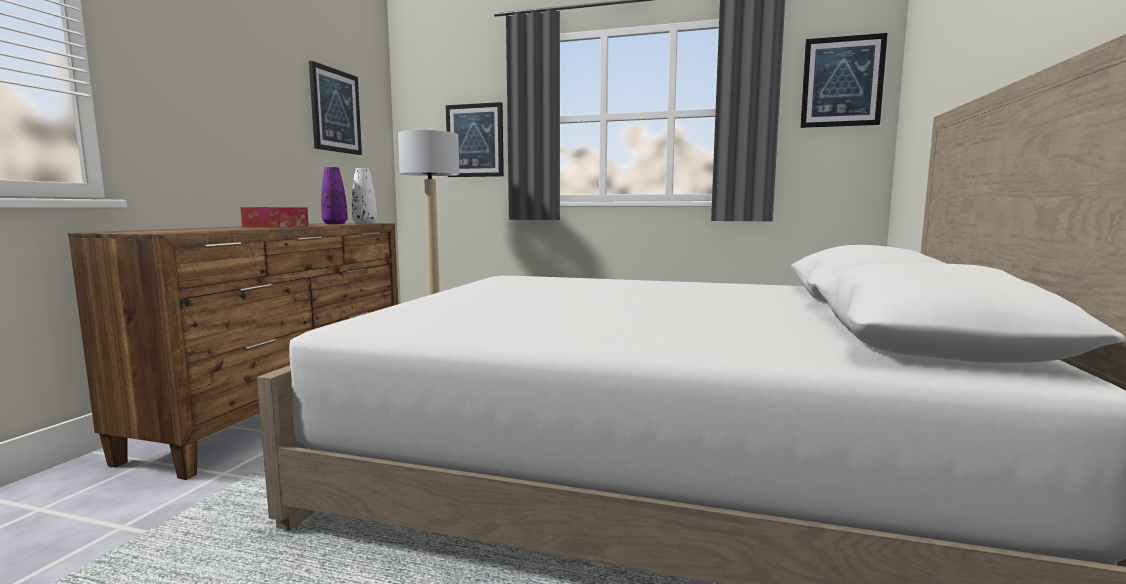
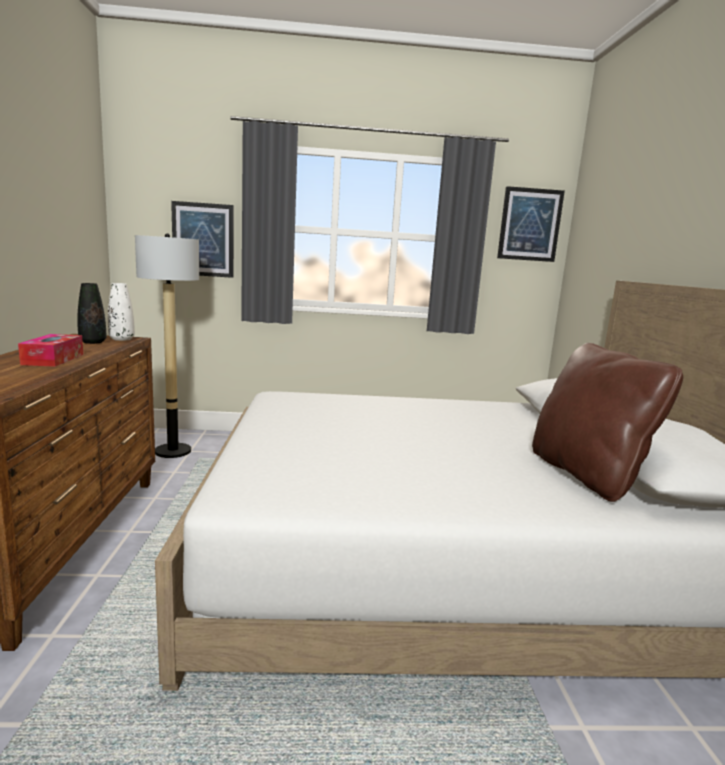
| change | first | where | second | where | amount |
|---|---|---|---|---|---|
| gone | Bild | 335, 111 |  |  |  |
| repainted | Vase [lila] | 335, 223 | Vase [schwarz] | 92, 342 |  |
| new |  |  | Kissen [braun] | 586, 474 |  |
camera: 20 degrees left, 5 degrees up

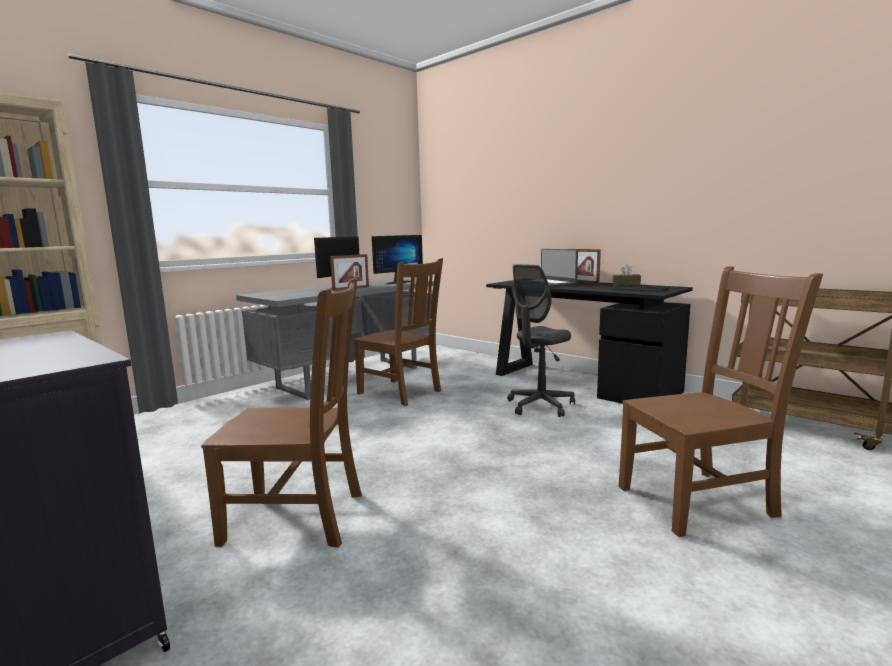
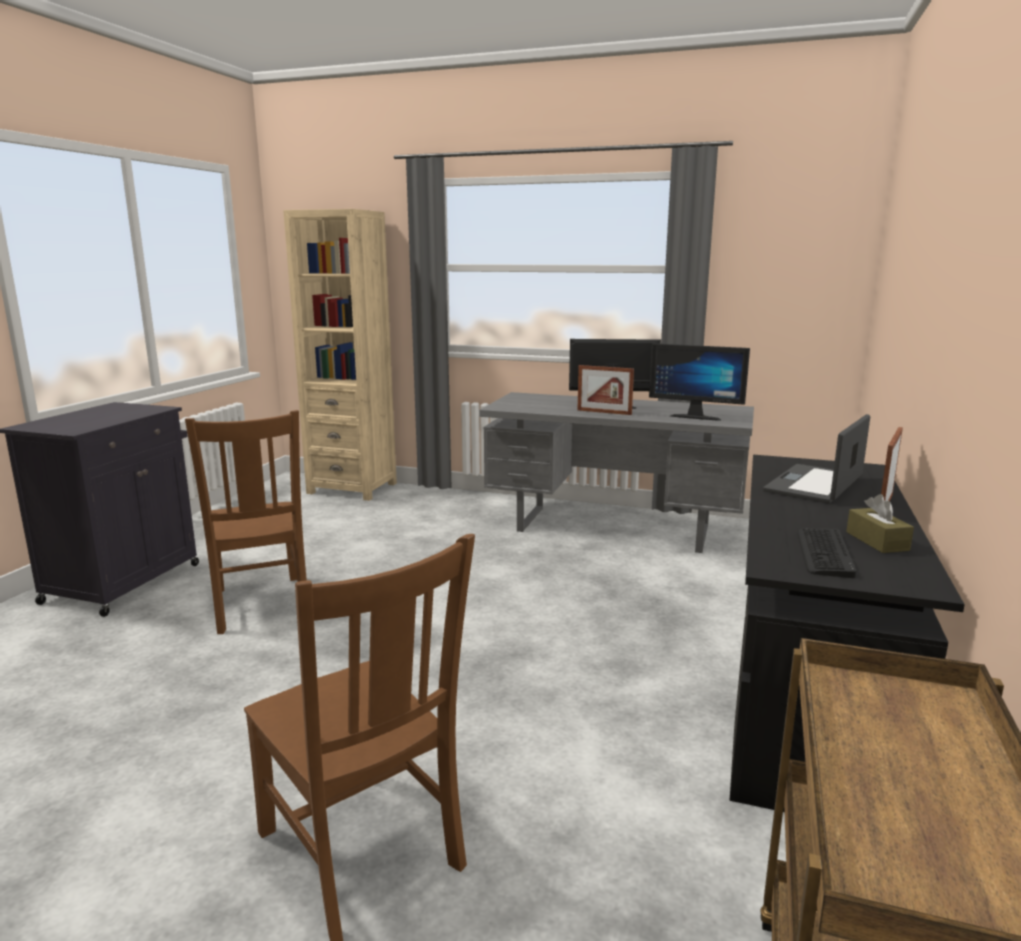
| change | first | where | second | where | amount |
|---|---|---|---|---|---|
| gone | Stuhl [braun] | 401, 393 |  |  |  |
| gone | Bürostuhl [grau] | 540, 406 |  |  |  |
camera: 65 degrees right, 5 degrees up

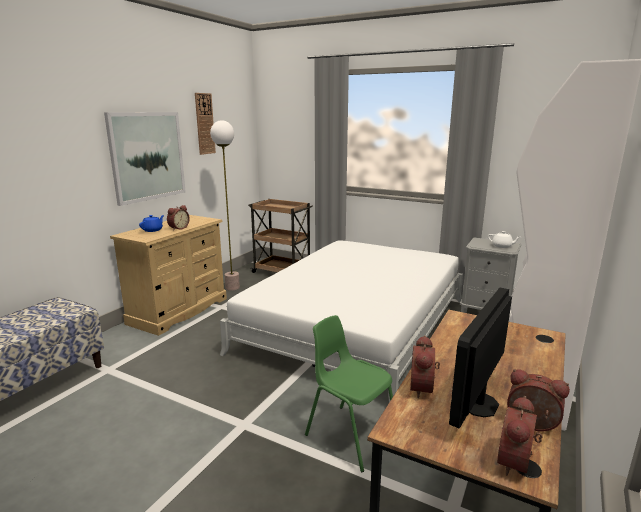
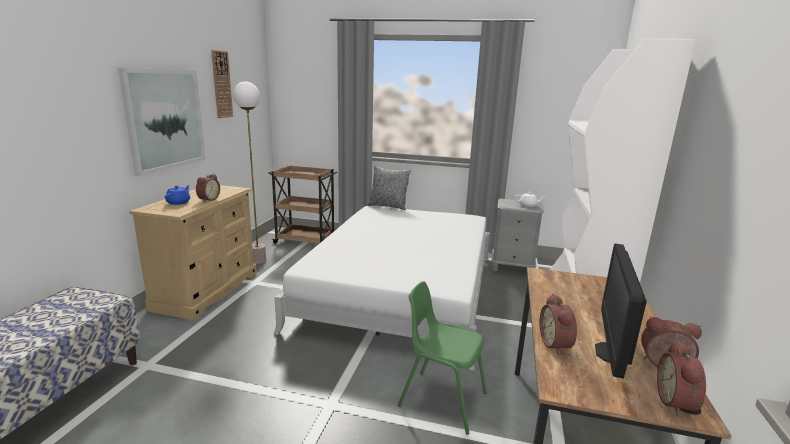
| change | first | where | second | where | amount |
|---|---|---|---|---|---|
| new |  |  | Kissen [grau] | 388, 206 |  |
camera: 15 degrees left, 0 degrees up

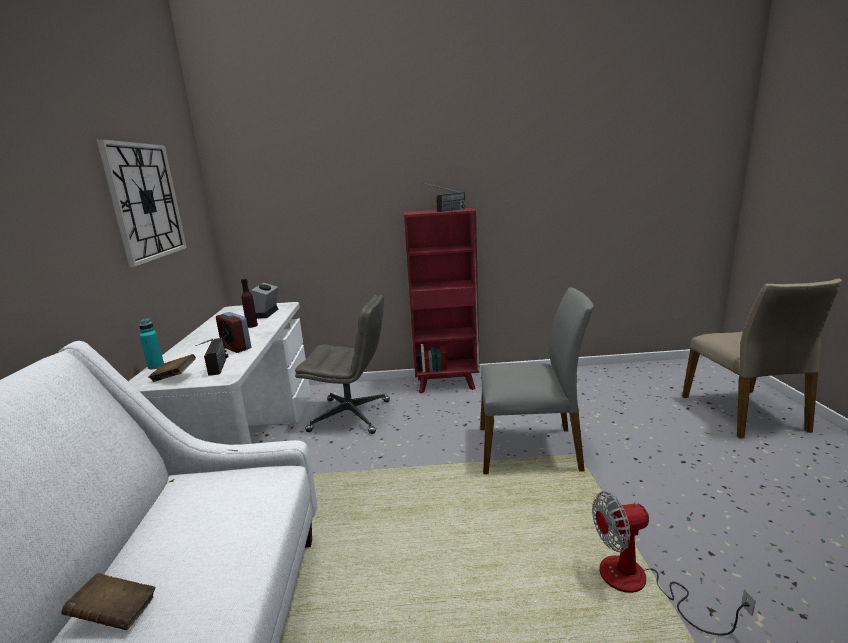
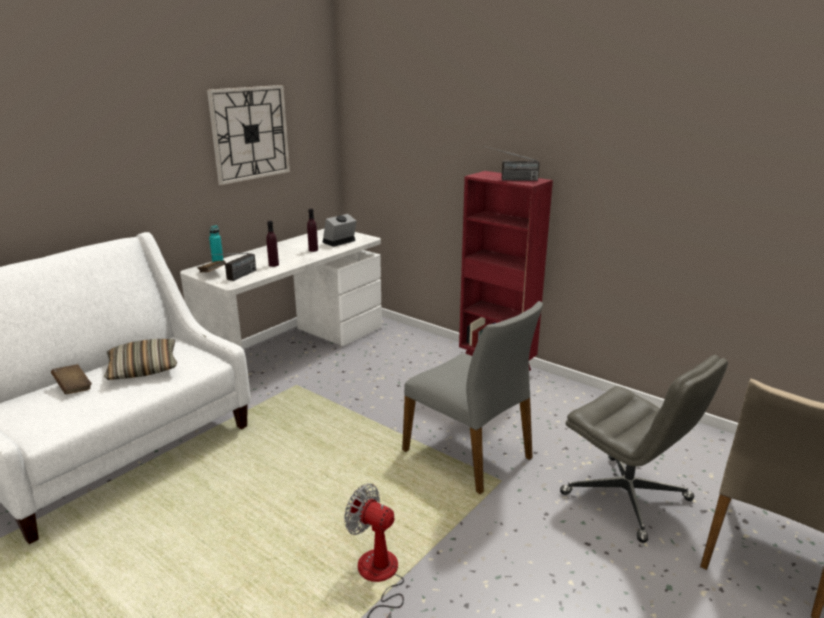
| change | first | where | second | where | amount |
|---|---|---|---|---|---|
| swapped | Wecker | 236, 347 | Flasche [lila] | 273, 265 |  |
| shifted | Bürostuhl [grau] | 351, 416 |  | 627, 497 |  |
| new |  |  | Kissen | 143, 368 |  |
camera: 40 degrees right, 5 degrees up

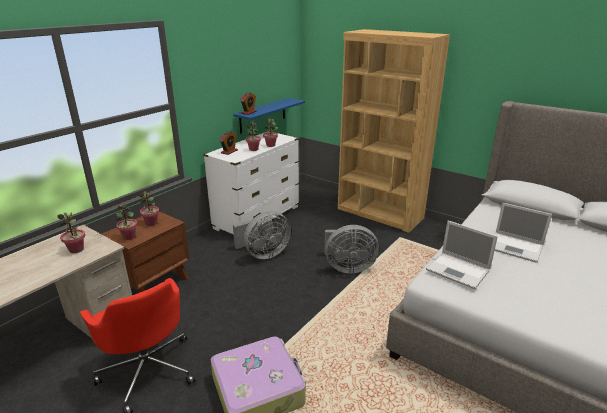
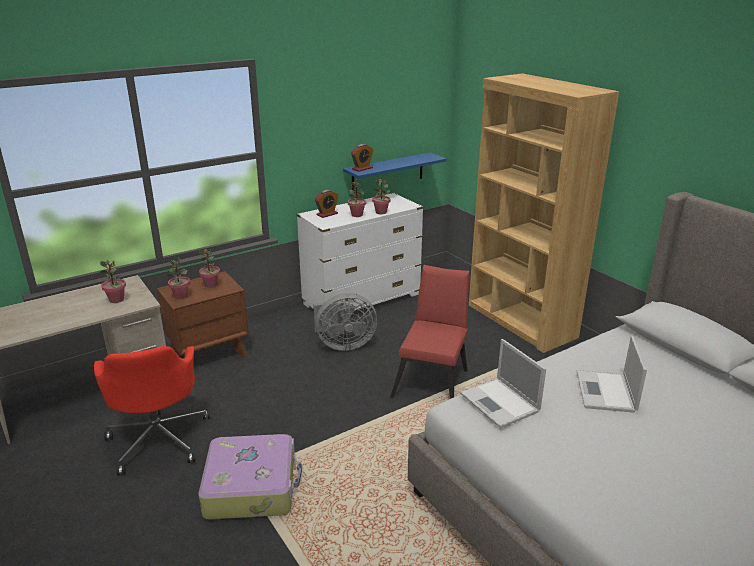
| change | first | where | second | where | amount |
|---|---|---|---|---|---|
| swapped | Ventilator [grau] | 347, 267 | Stuhl [rot] | 433, 380 |  |
| rotated | Laptop | 516, 247 |  | 606, 392 | 45 degrees clockwise |
camera: 20 degrees right, 0 degrees up

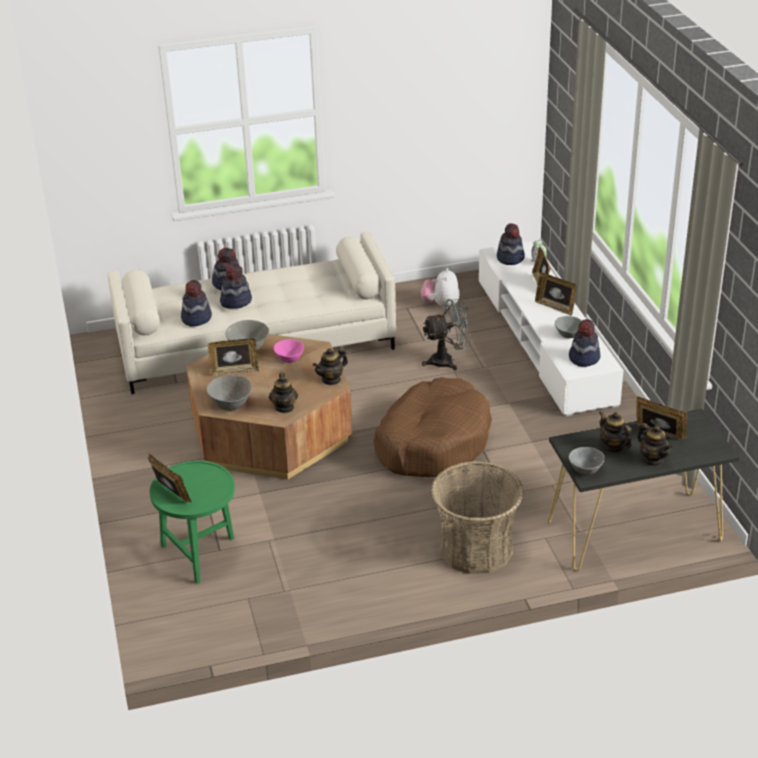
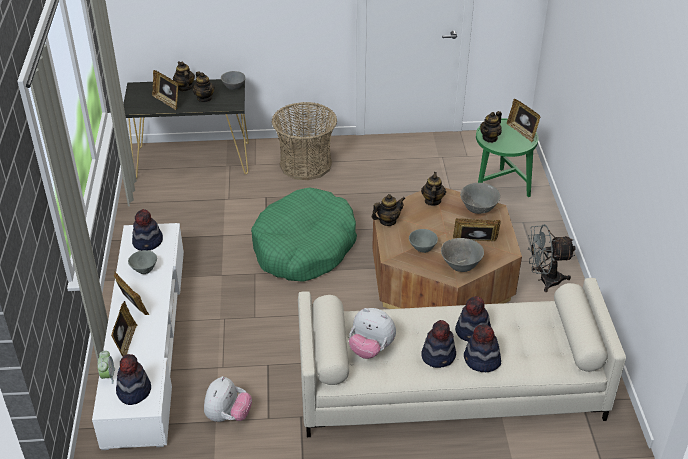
| change | first | where | second | where | amount |
|---|---|---|---|---|---|
| shifted | Hut | 196, 318 |  | 439, 356 |  |
| repainted | Schüssel [rosa] | 289, 360 | Schüssel [grau] | 422, 247 |  |
| repainted | Hundebett [braun] | 432, 442 | Hundebett [grün] | 304, 247 |  |
| shifted | Ventilator [grau] | 447, 361 |  | 544, 280 |  |
| new |  |  | Plüschtier | 371, 349 |  |
| new |  |  | Teekanne | 490, 138 |  |
camera: 170 degrees left, 5 degrees up

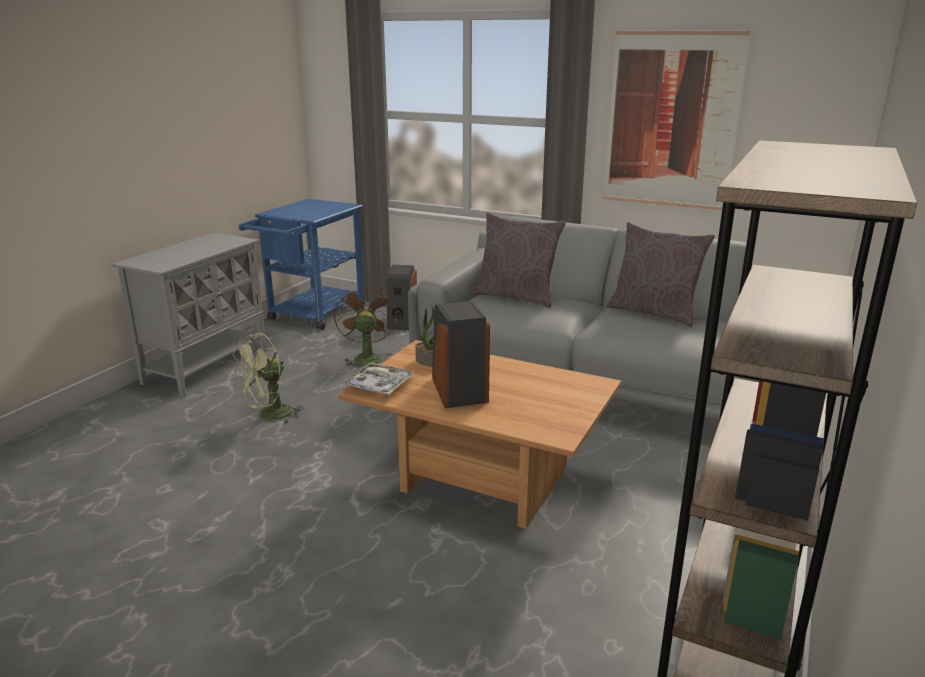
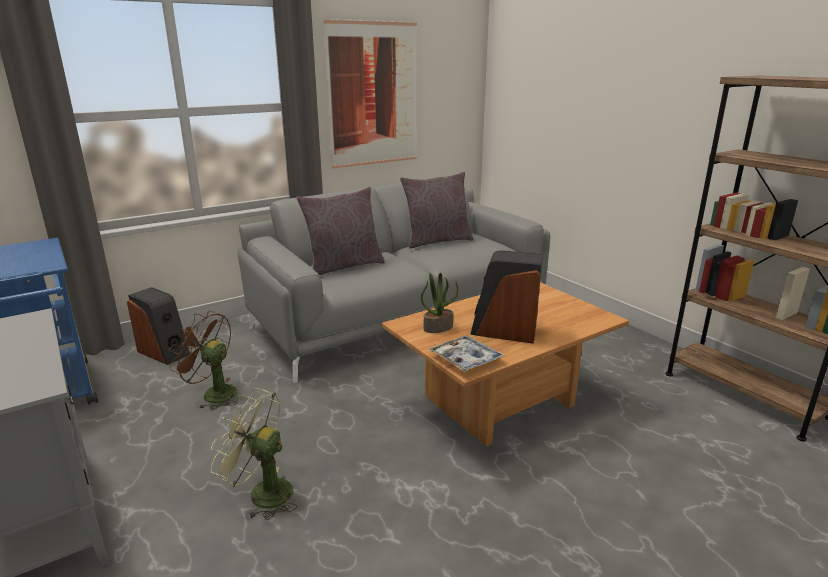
| change | first | where | second | where | amount |
|---|---|---|---|---|---|
| rotated | Ventilator [grün] | 269, 416 |  | 261, 493 | 120 degrees clockwise |
camera: 60 degrees left, 0 degrees up

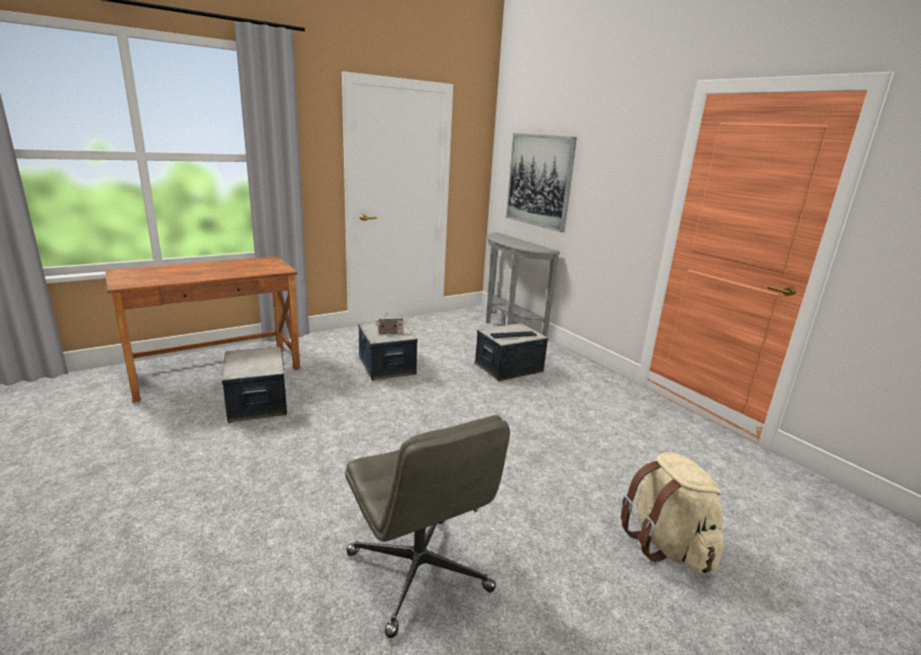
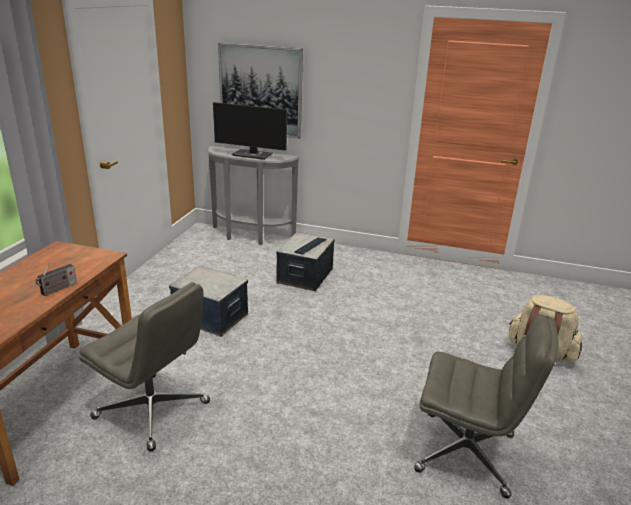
| change | first | where | second | where | amount |
|---|---|---|---|---|---|
| swapped | Aufbewahrungsbox | 257, 403 | Bürostuhl [grau] | 153, 410 |  |
| shifted | Radio | 389, 333 |  | 58, 289 |  |
| new |  |  | Monitor | 253, 155 |  |
camera: 40 degrees left, 5 degrees up

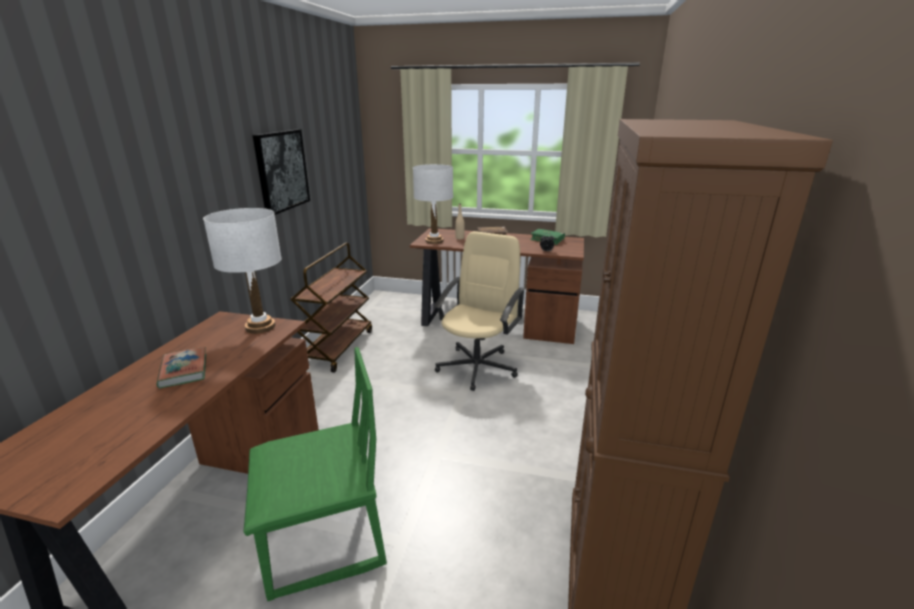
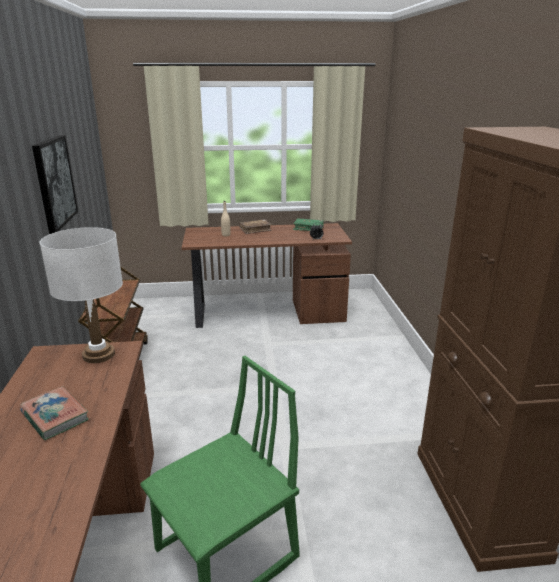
| change | first | where | second | where | amount |
|---|---|---|---|---|---|
| gone | Tischlampe [weiß] | 434, 241 |  |  |  |
| gone | Bürostuhl [beige] | 478, 367 |  |  |  |
camera: 20 degrees left, 0 degrees up

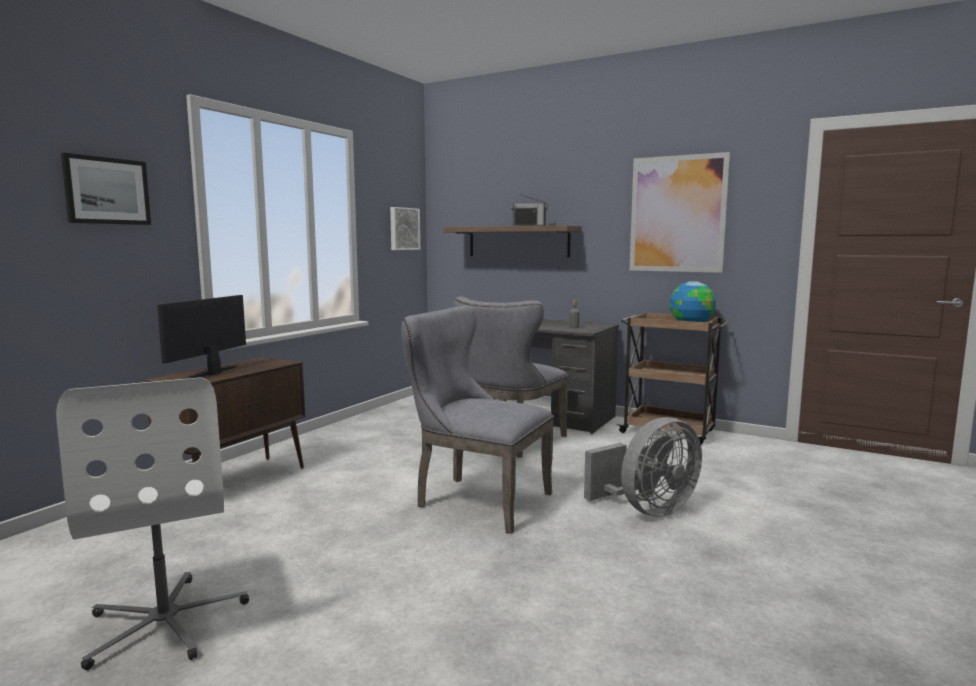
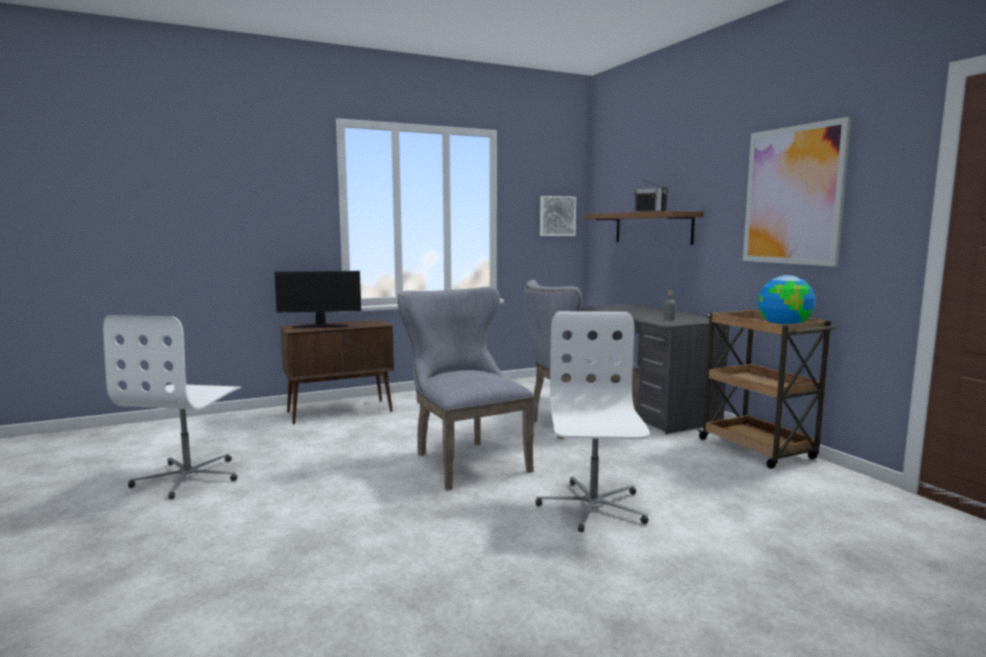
| change | first | where | second | where | amount |
|---|---|---|---|---|---|
| gone | Bild | 107, 191 |  |  |  |
| rotated | Monitor | 211, 374 |  | 320, 326 | 150 degrees counterclockwise |
| swapped | Ventilator [grau] | 647, 510 | Bürostuhl [weiß] | 592, 507 |  |
camera: 35 degrees right, 0 degrees up

